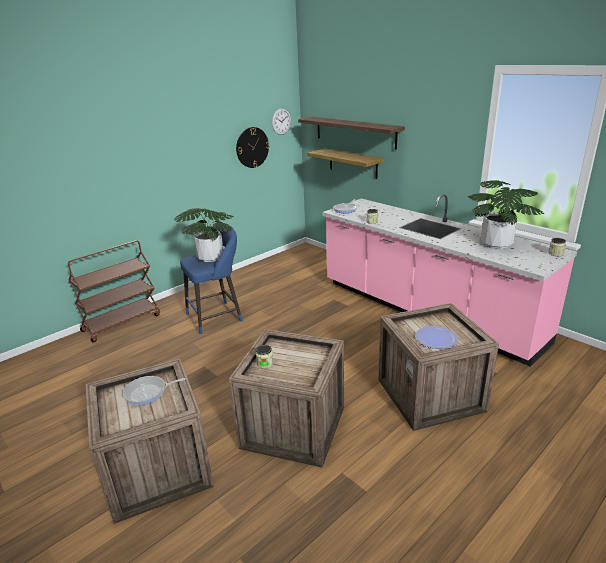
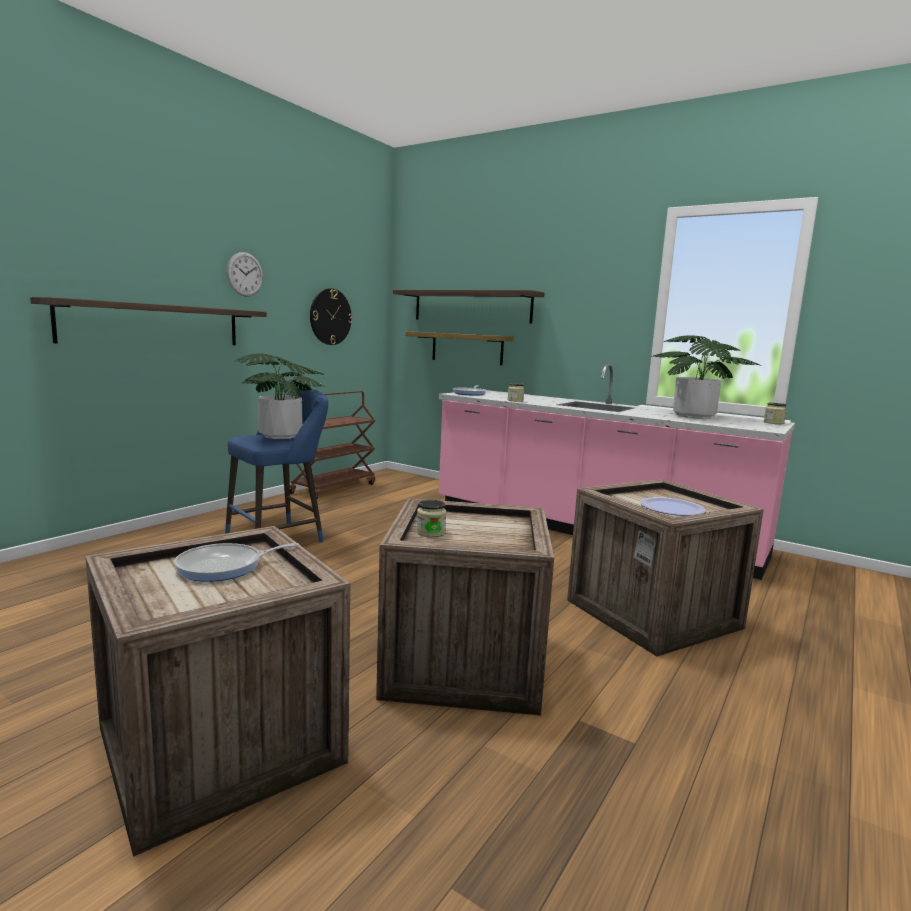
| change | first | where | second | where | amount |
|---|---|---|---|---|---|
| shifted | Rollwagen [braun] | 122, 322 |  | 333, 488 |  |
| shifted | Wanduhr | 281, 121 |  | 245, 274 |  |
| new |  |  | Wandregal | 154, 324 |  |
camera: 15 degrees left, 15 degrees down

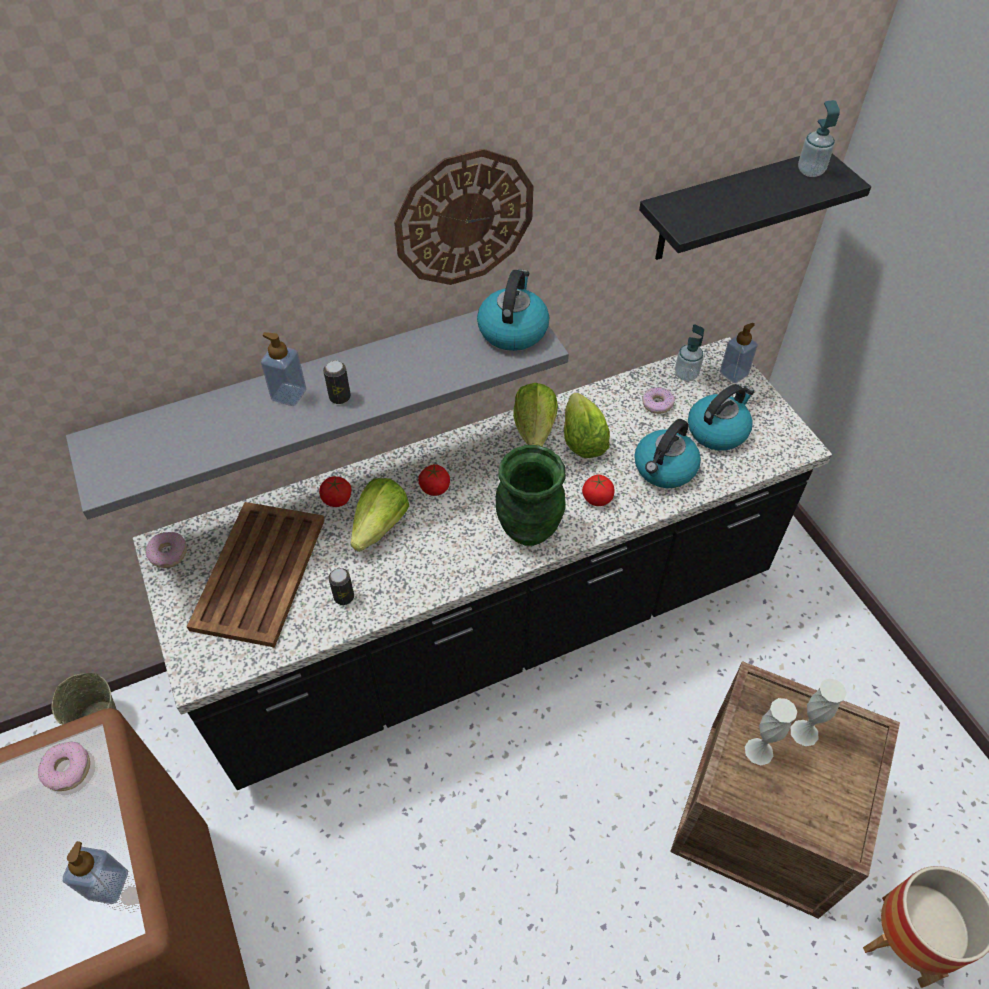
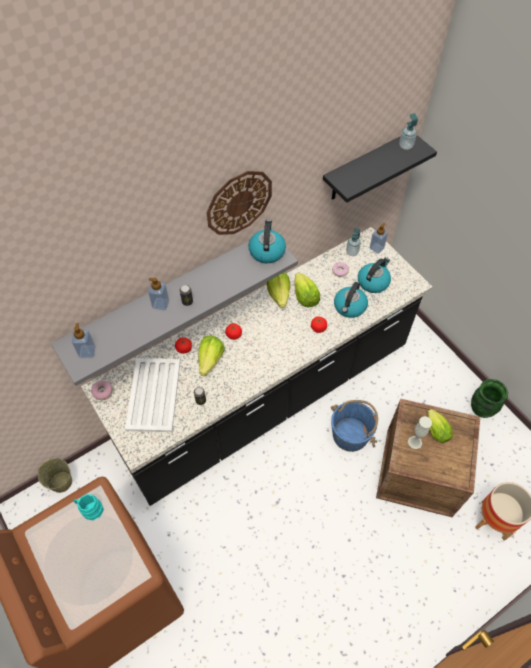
| change | first | where | second | where | amount |
|---|---|---|---|---|---|
| swapped | Donut | 67, 769 | Henkelbecher [türkis] | 90, 509 |  |
| shifted | Seifenspender | 107, 884 |  | 87, 351 |  |
| repainted | Tablett [braun] | 260, 572 | Tablett [weiß] | 154, 394 |  |
| shifted | Vase [grün] | 528, 529 |  | 481, 409 |  |
| swapped | Vase [weiß] | 804, 732 | Salatkopf | 435, 429 |  |
| new |  |  | Eimer [blau] | 351, 434 |  |
camera: 10 degrees left, 5 degrees up

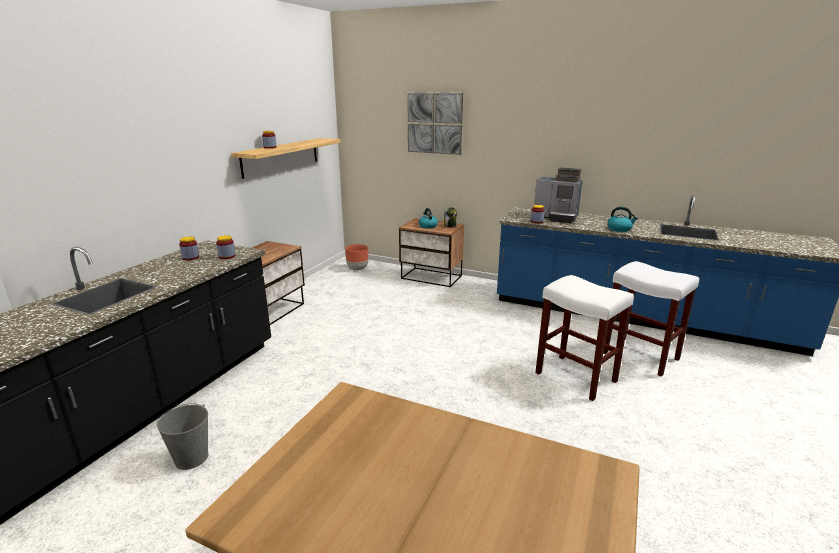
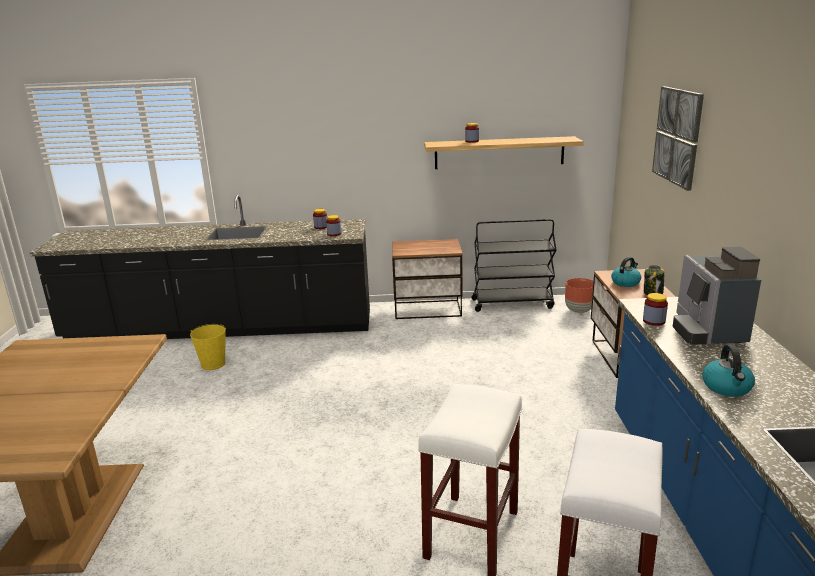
| change | first | where | second | where | amount |
|---|---|---|---|---|---|
| repainted | Eimer [grau] | 191, 458 | Eimer [gelb] | 213, 364 |  |
| new |  |  | Rollwagen [schwarz] | 512, 303 |  |
camera: 65 degrees right, 0 degrees up

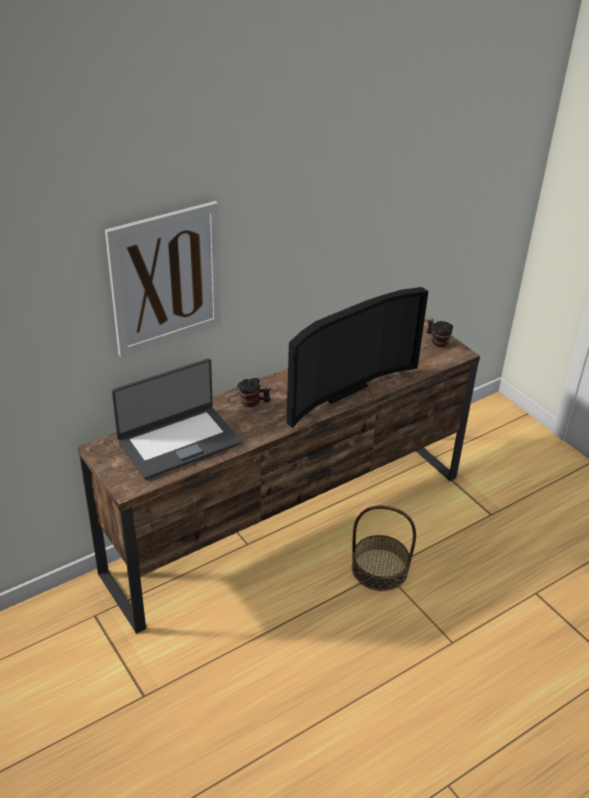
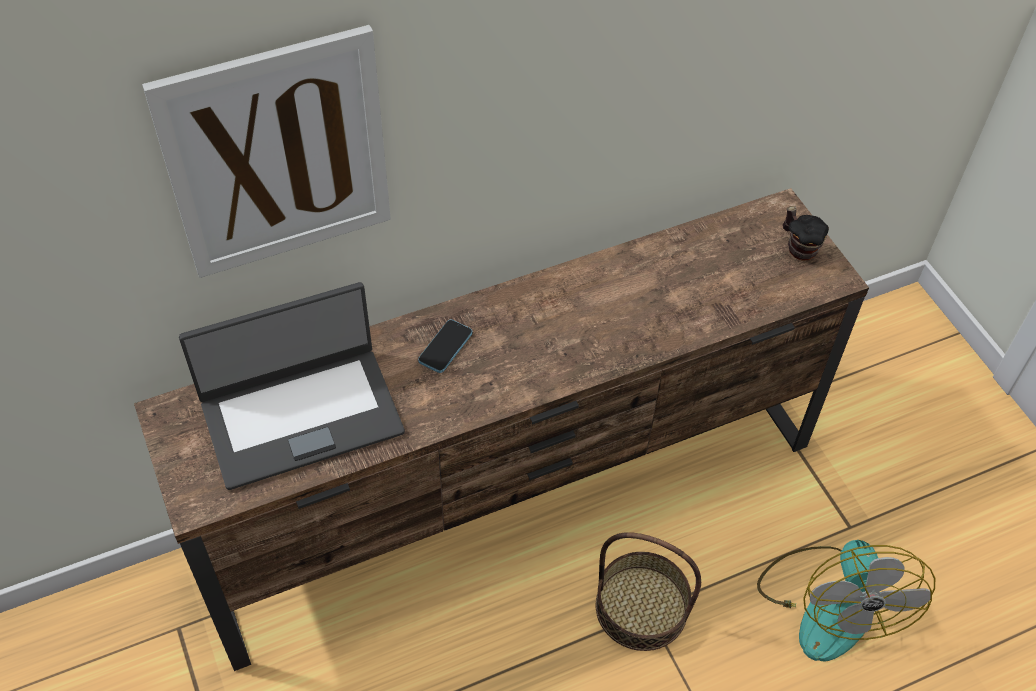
| change | first | where | second | where | amount |
|---|---|---|---|---|---|
| swapped | Henkelbecher | 253, 403 | Handy | 445, 347 |  |
| gone | Fernseher | 340, 388 |  |  |  |
| new |  |  | Ventilator | 829, 603 |  |
camera: 10 degrees right, 15 degrees up

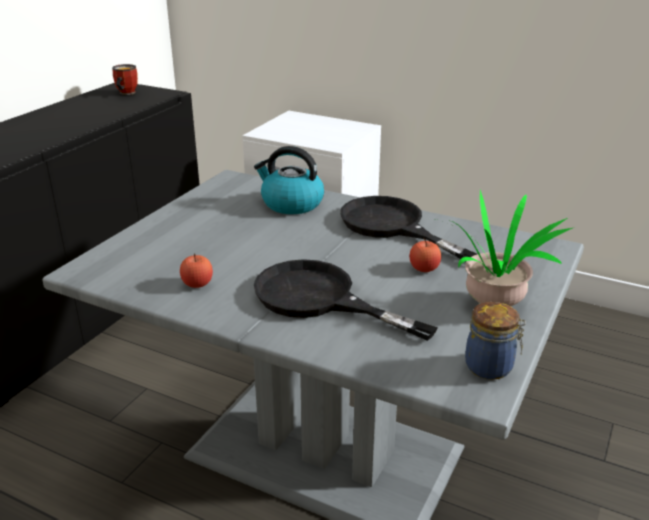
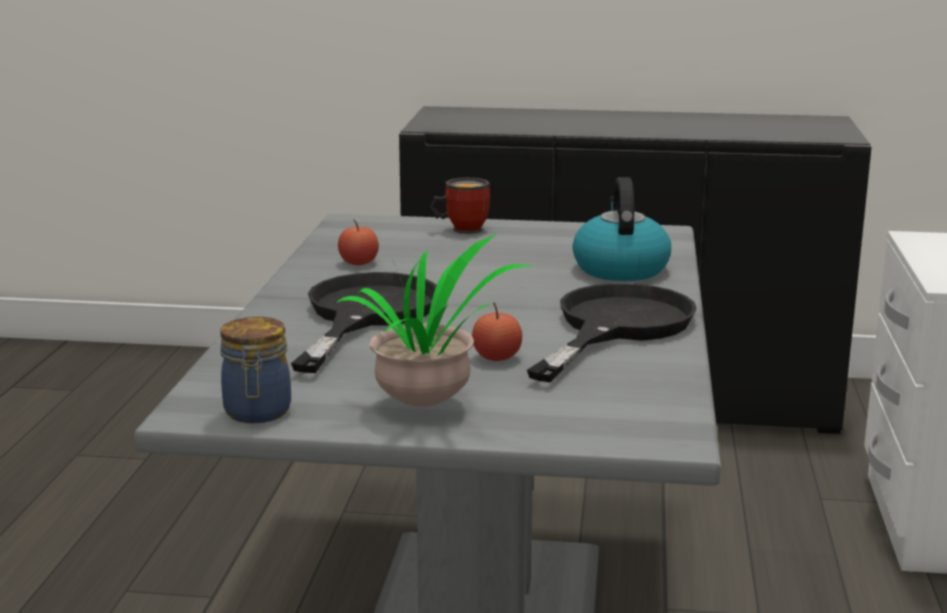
| change | first | where | second | where | amount |
|---|---|---|---|---|---|
| shifted | Henkelbecher | 125, 93 |  | 460, 229 |  |
camera: 70 degrees right, 10 degrees down

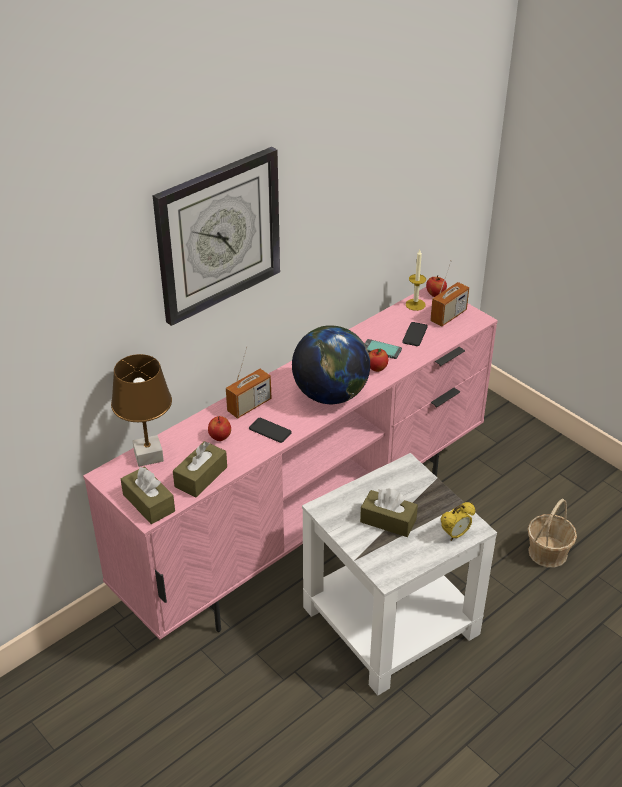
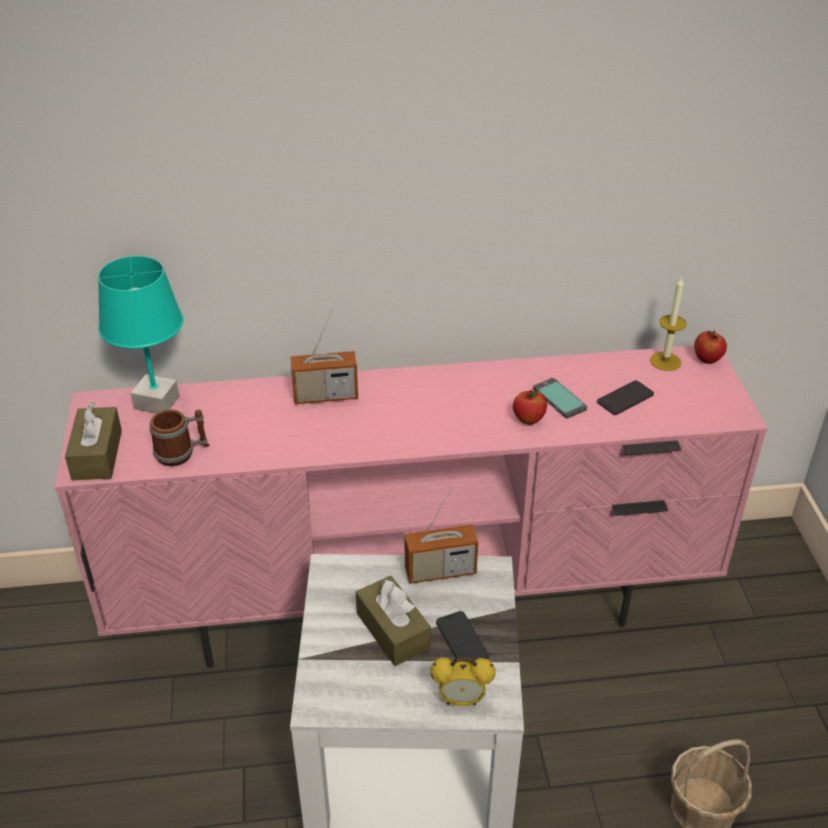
| change | first | where | second | where | amount |
|---|---|---|---|---|---|
| repainted | Tischlampe [braun] | 148, 456 | Tischlampe [türkis] | 156, 403 |  |
| gone | Wanduhr | 218, 235 |  |  |  |
| swapped | Taschentuchbox [braun] | 201, 477 | Henkelbecher | 182, 453 |  |
| gone | Apfel | 220, 437 |  |  |  |
| shifted | Handy | 270, 430 |  | 462, 639 |  |
| gone | Globus | 330, 395 |  |  |  |
| shifted | Radio | 448, 316 |  | 440, 571 |  |
camera: 35 degrees right, 0 degrees up

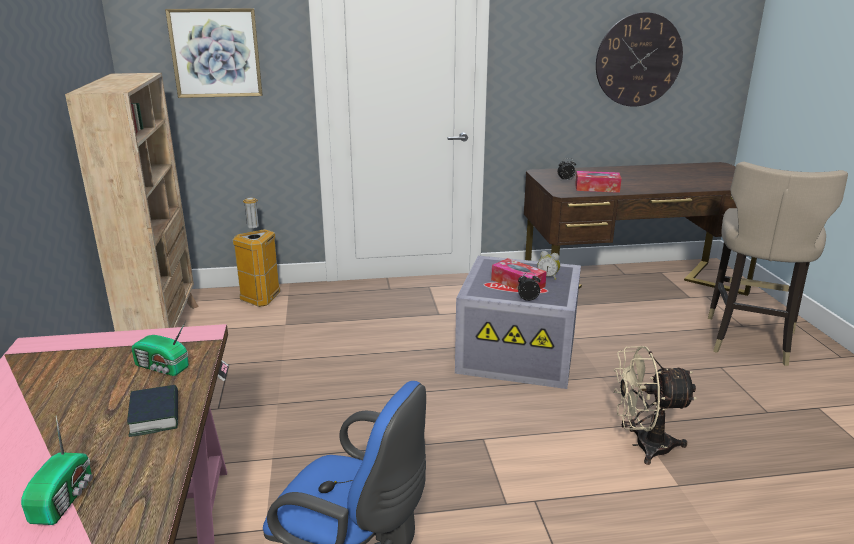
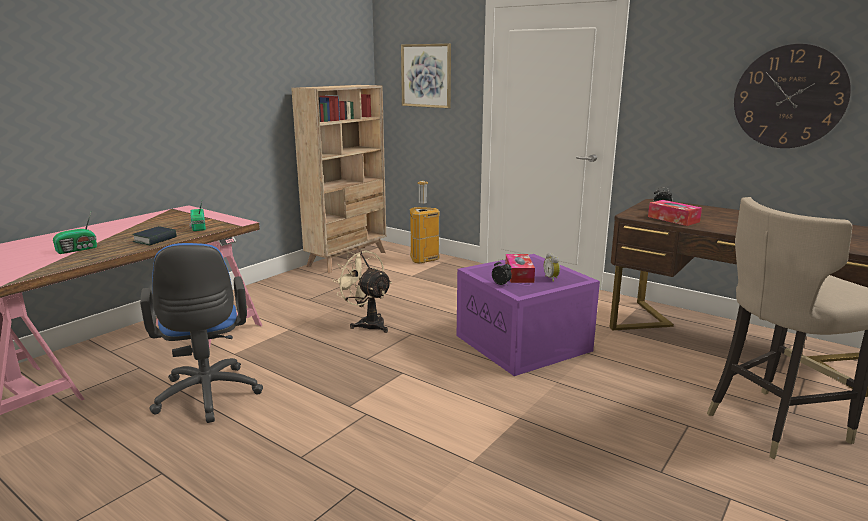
| change | first | where | second | where | amount |
|---|---|---|---|---|---|
| repainted | Aufbewahrungsbox [grau] | 519, 352 | Aufbewahrungsbox [lila] | 525, 343 |  |
| shifted | Ventilator [beige] | 643, 446 |  | 367, 323 |  |
camera: 45 degrees right, 5 degrees down

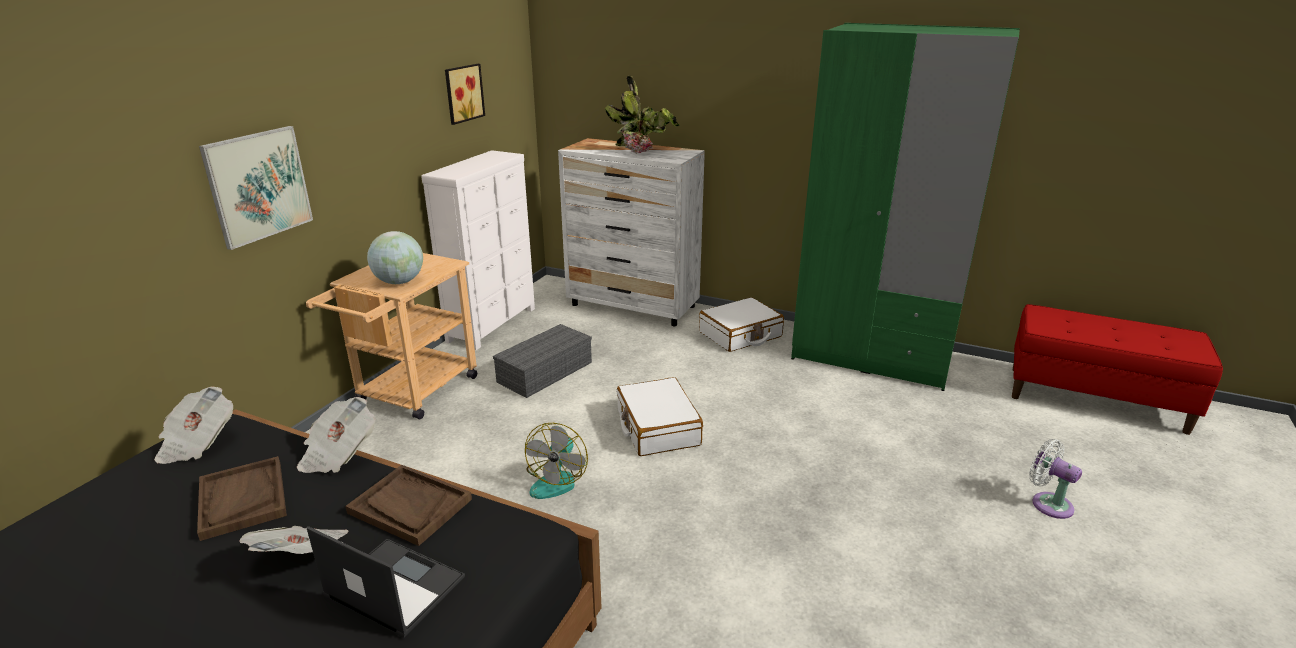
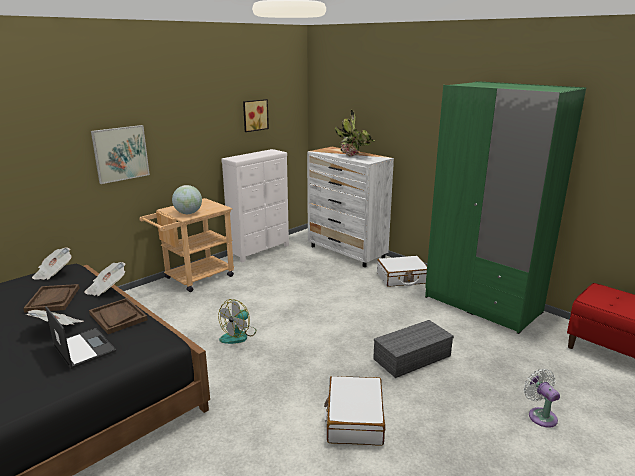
| change | first | where | second | where | amount |
|---|---|---|---|---|---|
| shifted | Aufbewahrungsbox [grau] | 545, 371 |  | 412, 356 |  |
| shifted | Koffer [weiß] | 657, 428 |  | 354, 419 |  |
camera: 20 degrees right, 5 degrees down

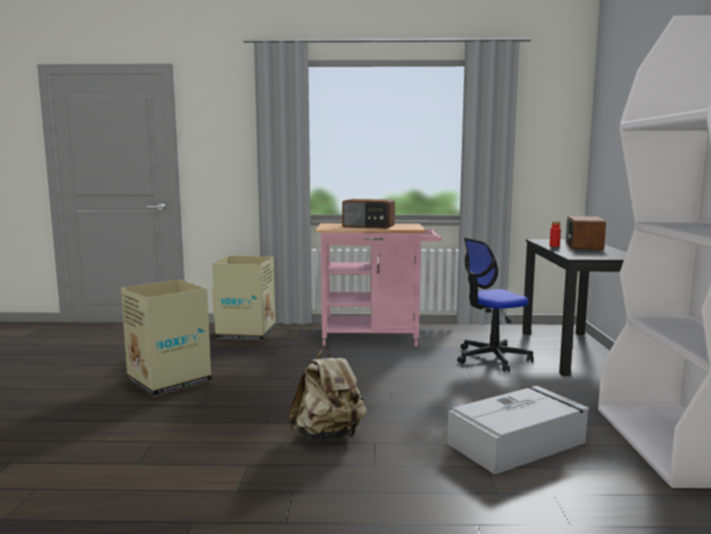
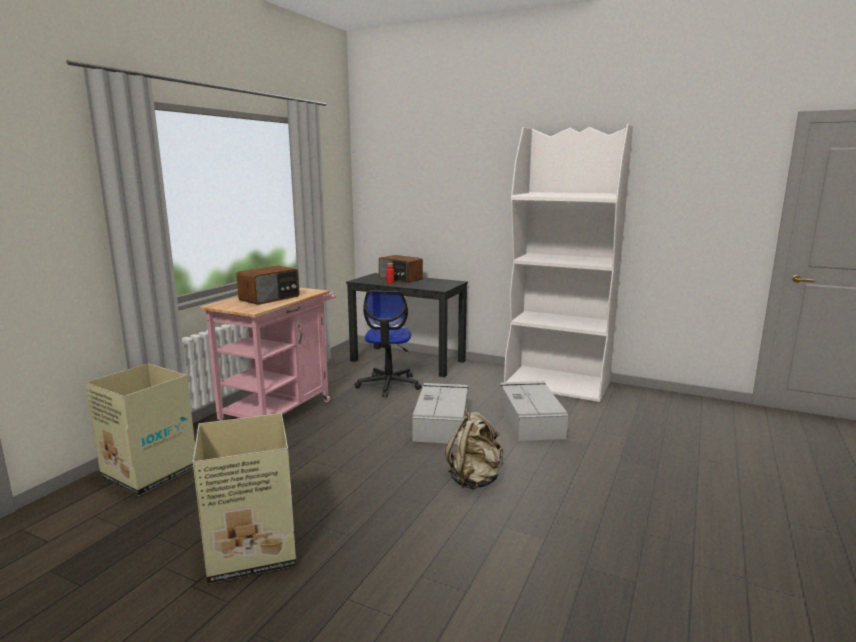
| change | first | where | second | where | amount |
|---|---|---|---|---|---|
| new |  |  | Aufbewahrungsbox [grau] | 441, 422 |  |
camera: 65 degrees left, 5 degrees up

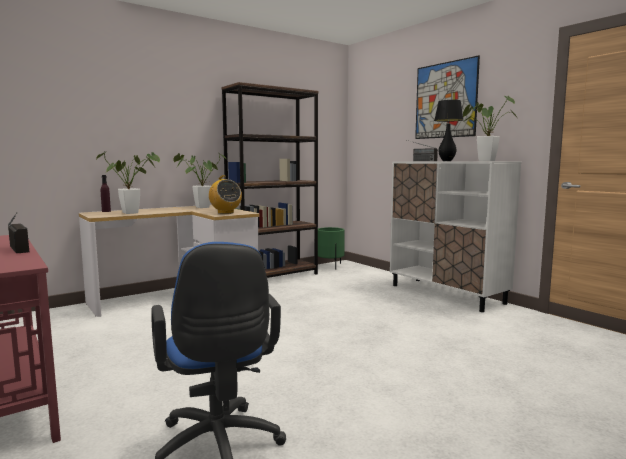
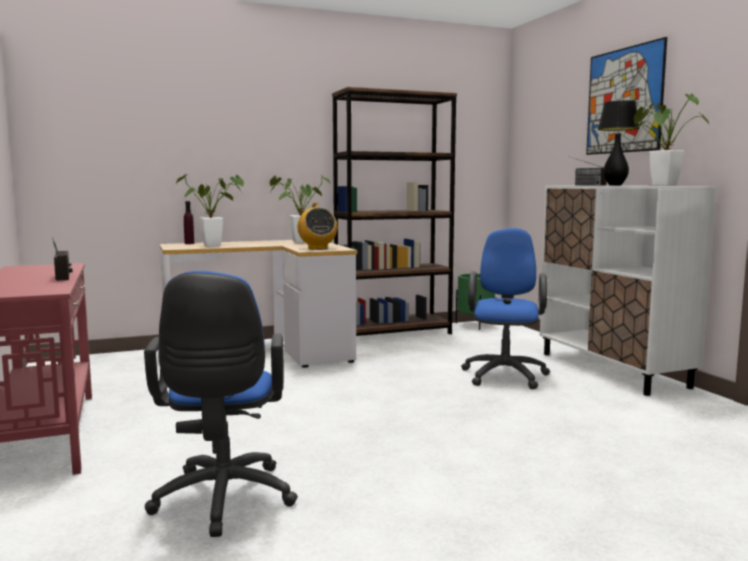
| change | first | where | second | where | amount |
|---|---|---|---|---|---|
| new |  |  | Bürostuhl [blau] | 505, 374 |  |
camera: 15 degrees right, 0 degrees up

